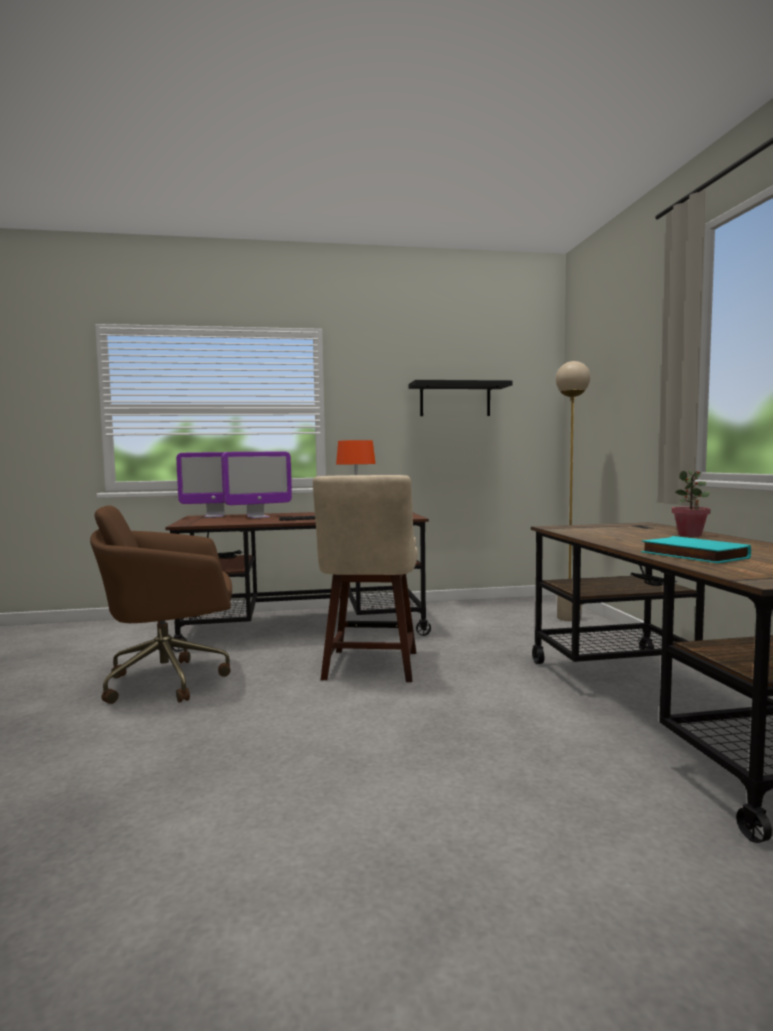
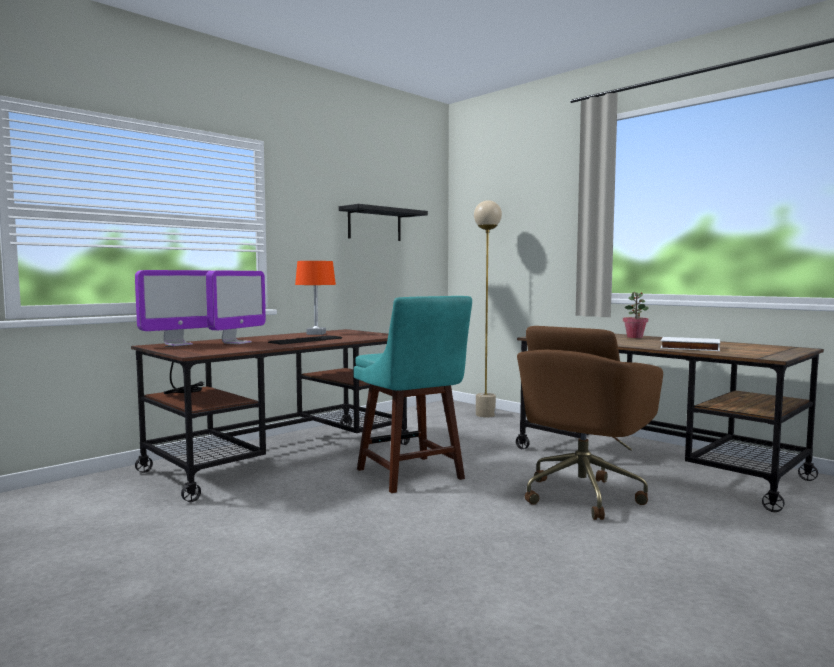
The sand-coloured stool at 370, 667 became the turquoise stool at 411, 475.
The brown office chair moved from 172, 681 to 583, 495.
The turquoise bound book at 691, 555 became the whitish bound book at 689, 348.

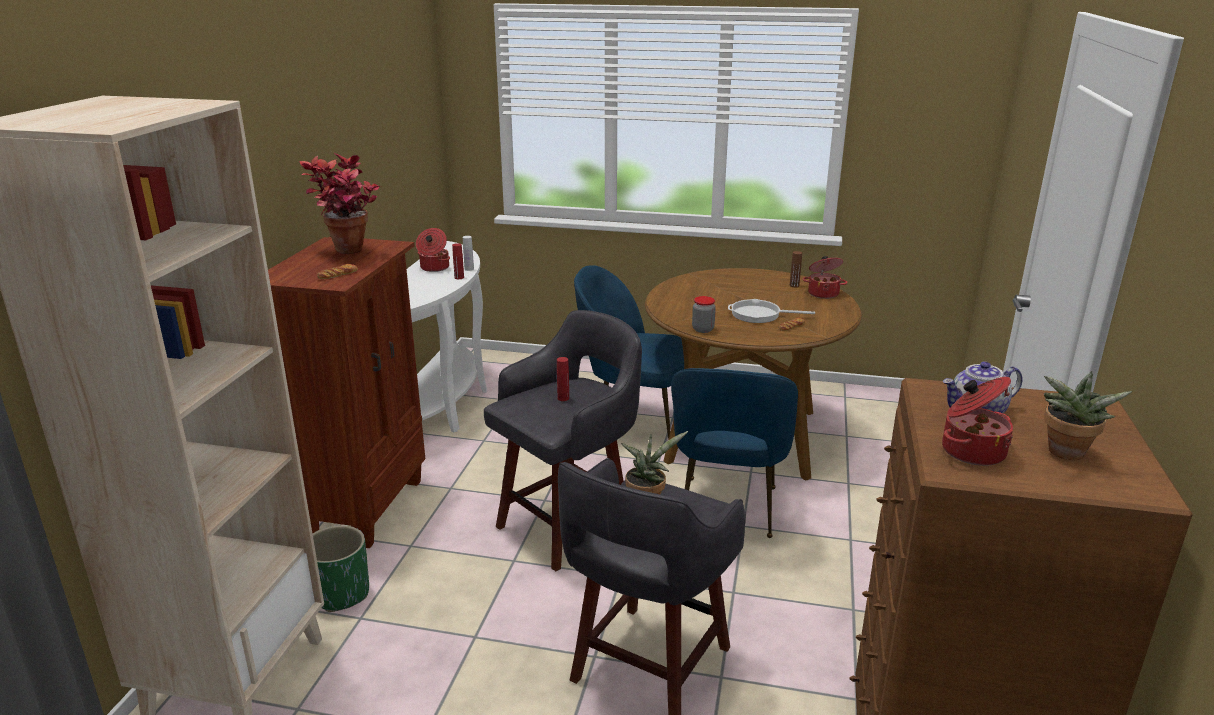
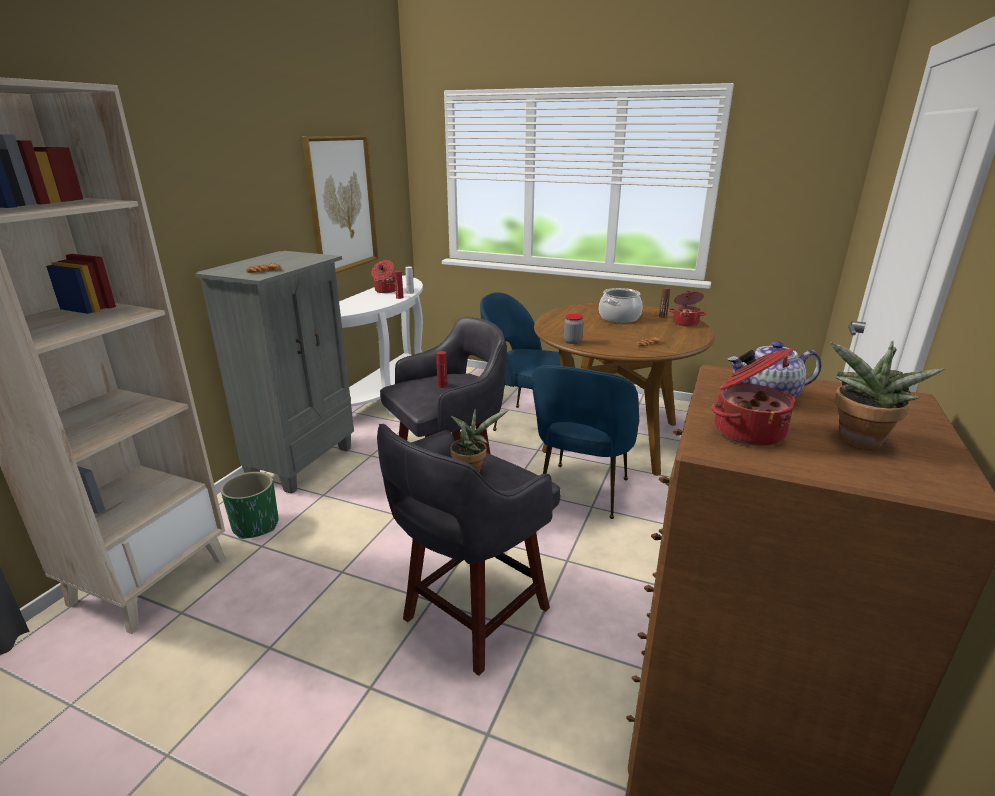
The brown cupboard at 367, 509 became the grey cupboard at 303, 464.
The wall art at 341, 204 appeared.
The stockpot at 619, 318 appeared.
The houseplant at 349, 254 disappeared.
The frying pan at 759, 315 disappeared.

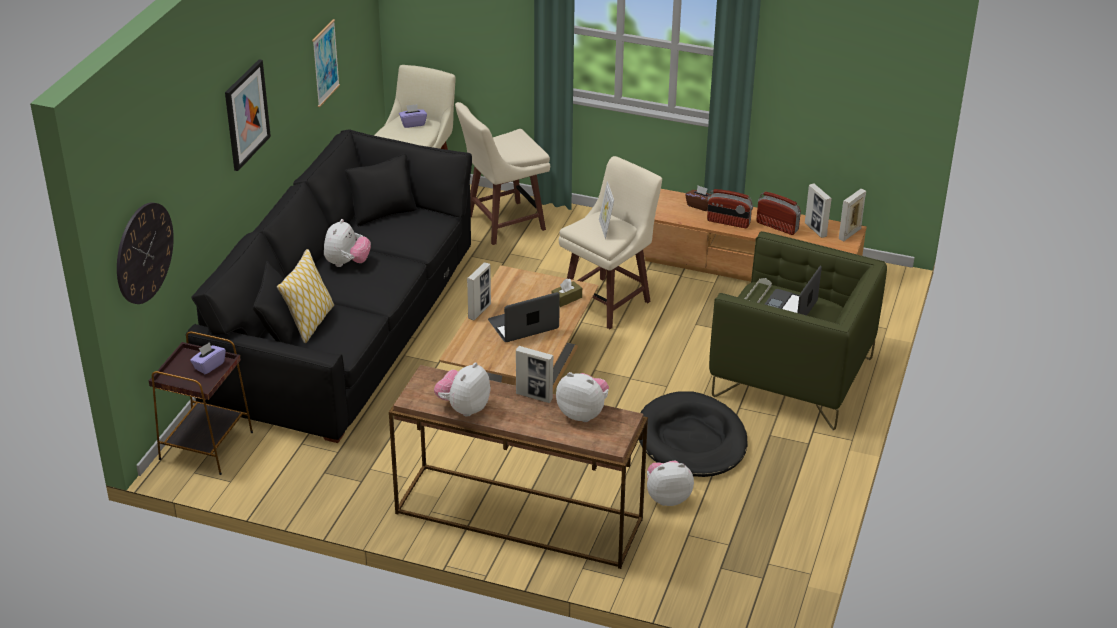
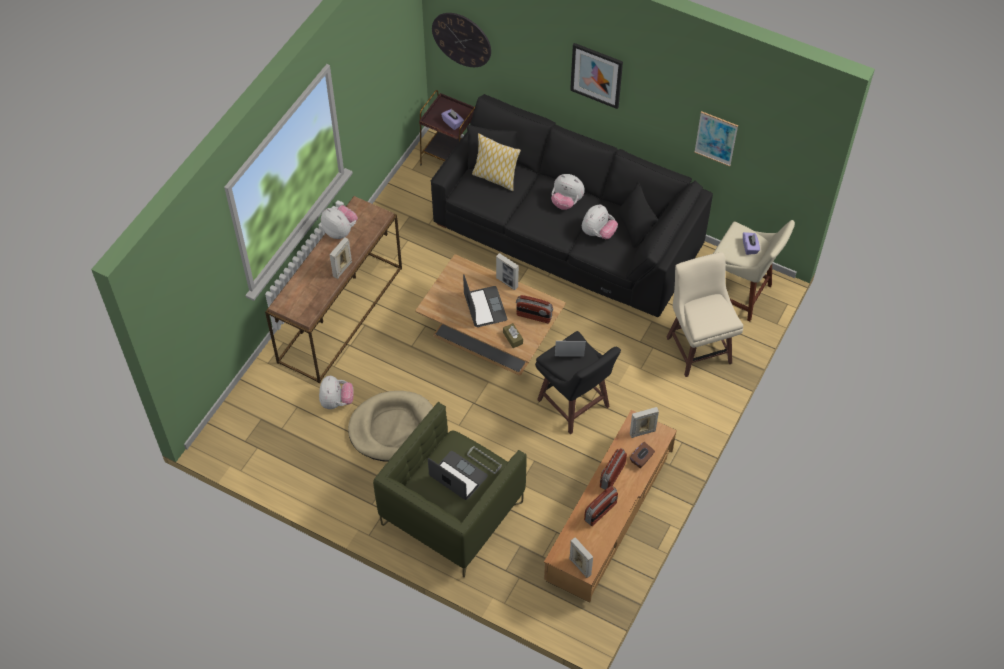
The black-coloured dog bed at 691, 440 became the sand-coloured dog bed at 393, 428.
The radio receiver at 534, 316 appeared.
The sand-coloured stool at 608, 302 became the black-coloured stool at 574, 405.
The cuddly toy moved from 583, 413 to 598, 233.
The photo frame moved from 815, 230 to 642, 432.

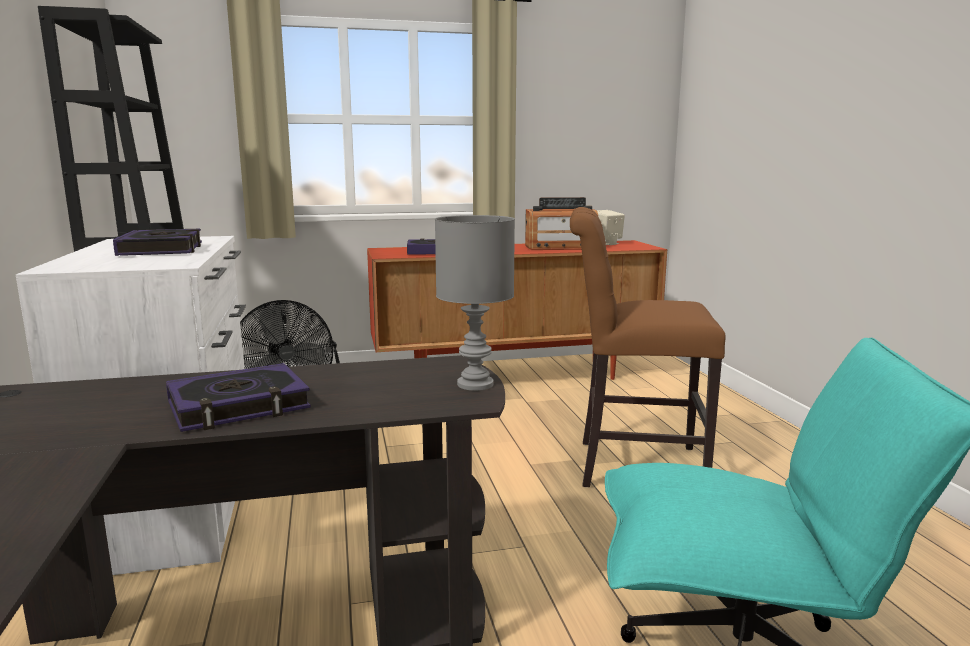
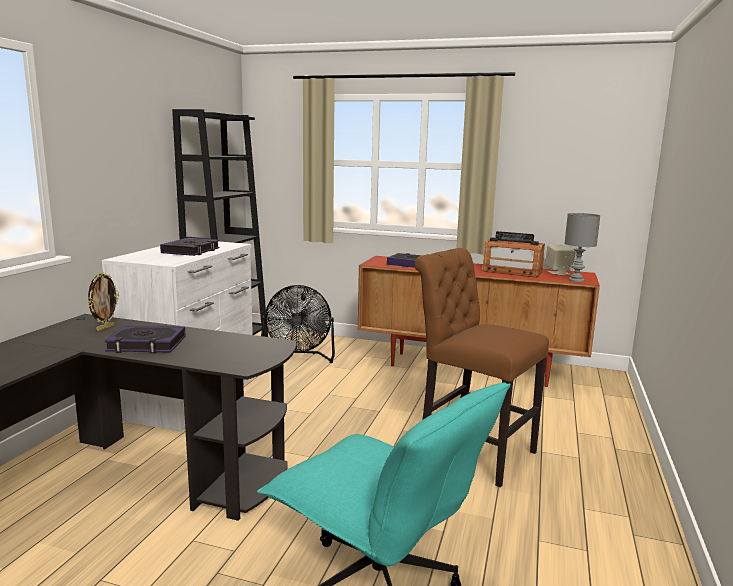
The photo frame at 105, 328 appeared.
The grey lamp for a table moved from 476, 384 to 577, 280.

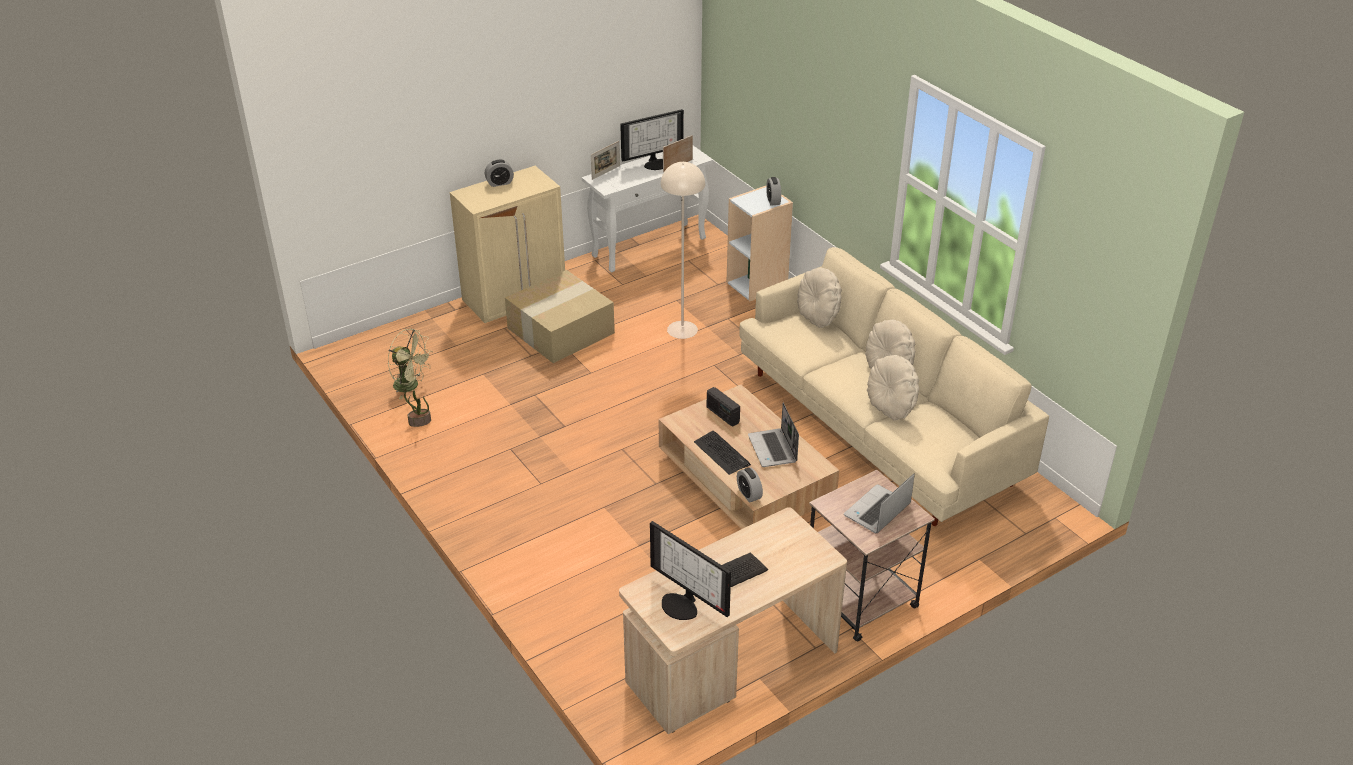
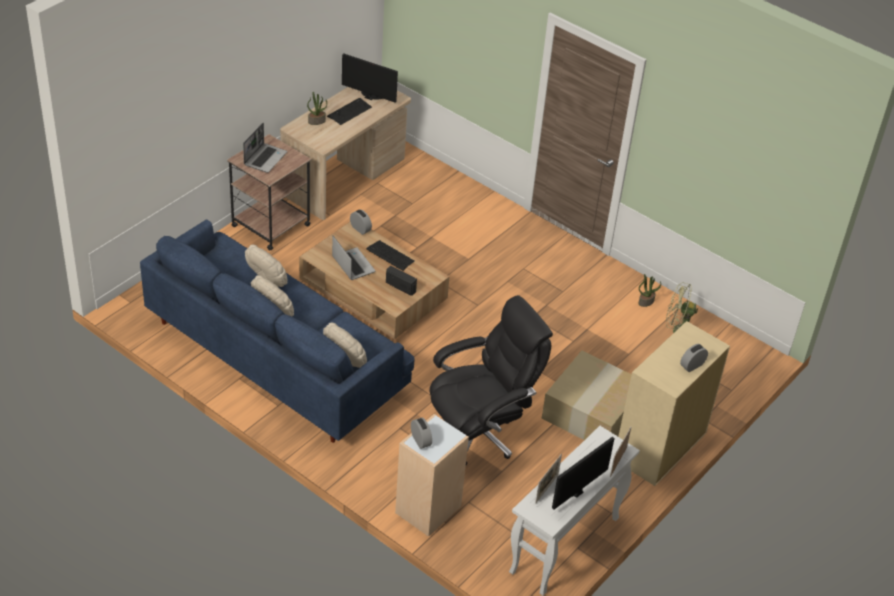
The sand-coloured settee at 877, 428 became the bluish settee at 276, 357.
The houseplant at 317, 121 appeared.
The sand-coloured floor lamp at 682, 329 was replaced by the black-coloured office chair at 480, 434.

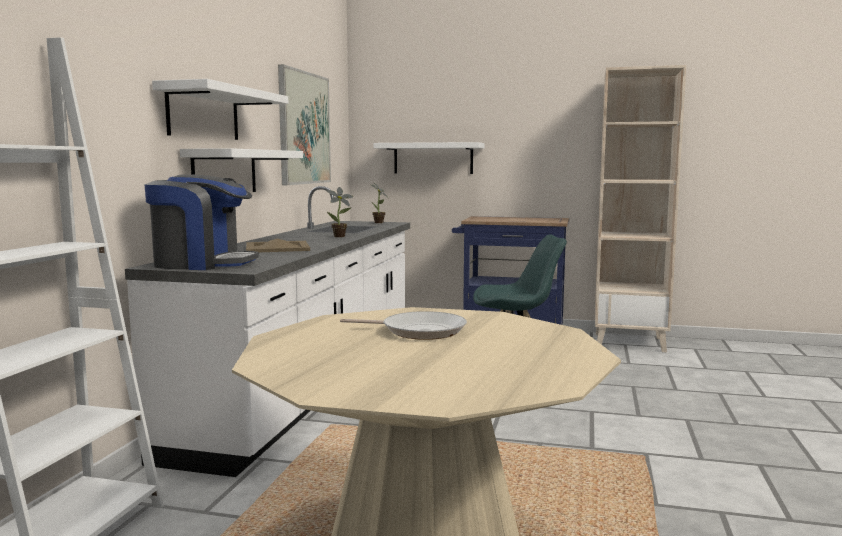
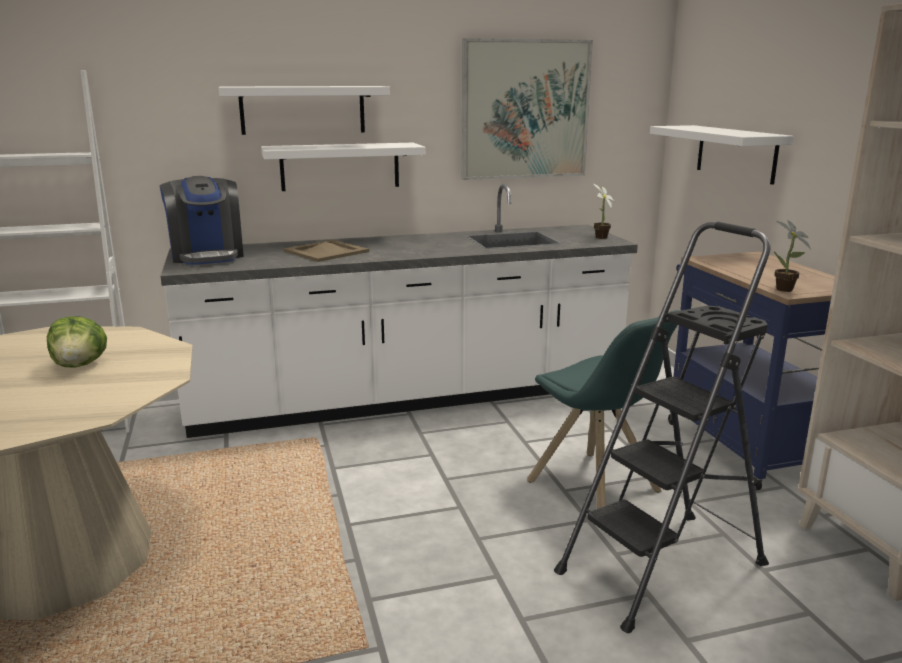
The frying pan at 419, 331 was replaced by the lettuce head at 80, 365.
The step stool at 664, 565 appeared.
The houseplant moved from 341, 236 to 785, 290.

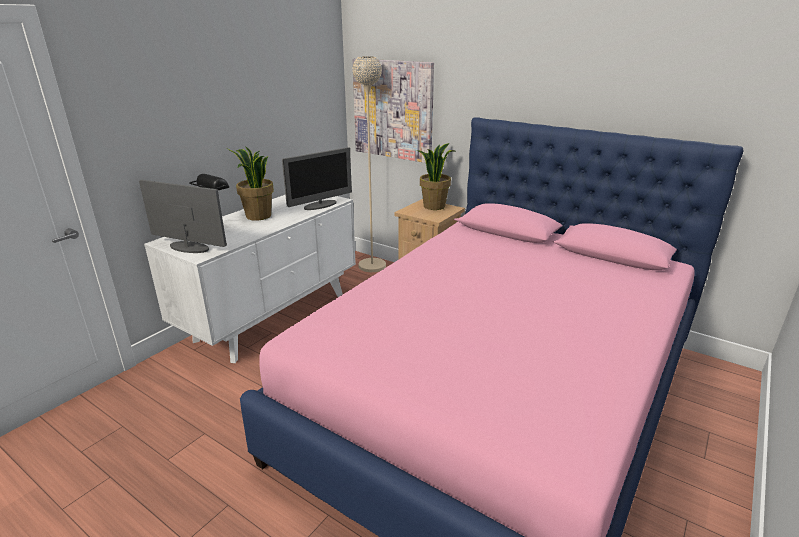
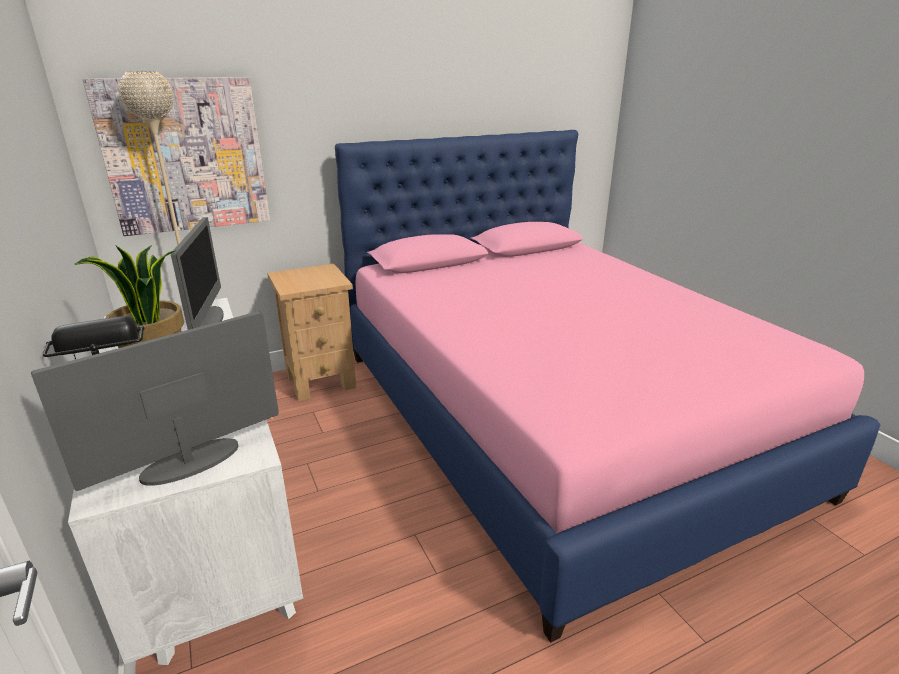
The houseplant at 434, 206 disappeared.

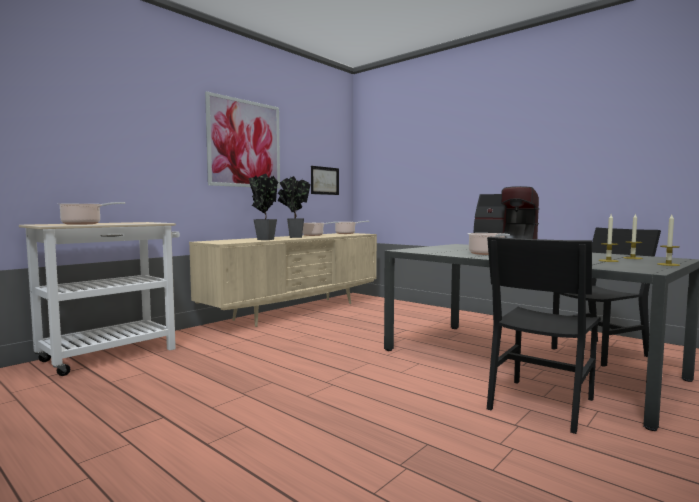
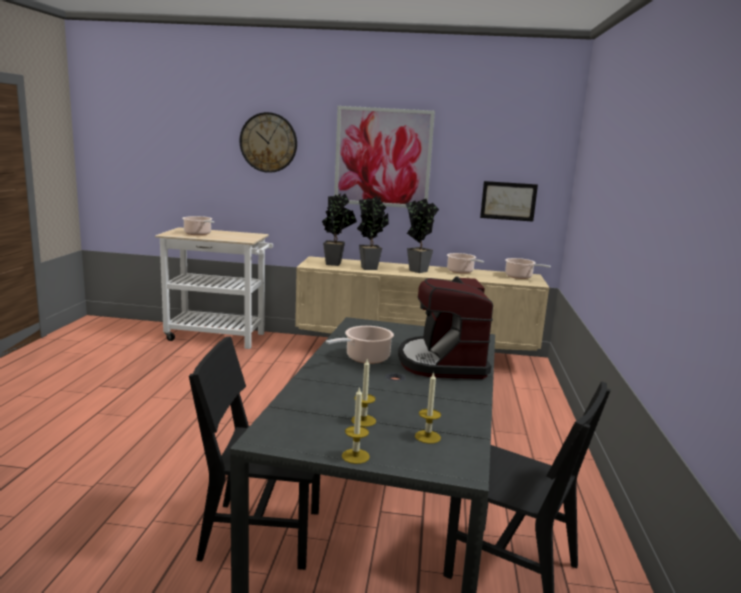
The wall clock at 268, 142 appeared.
The houseplant at 335, 263 appeared.

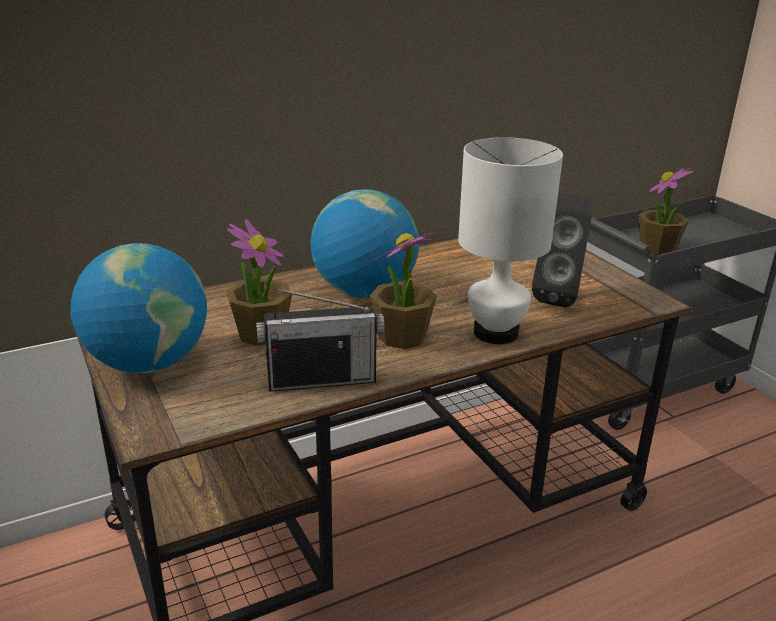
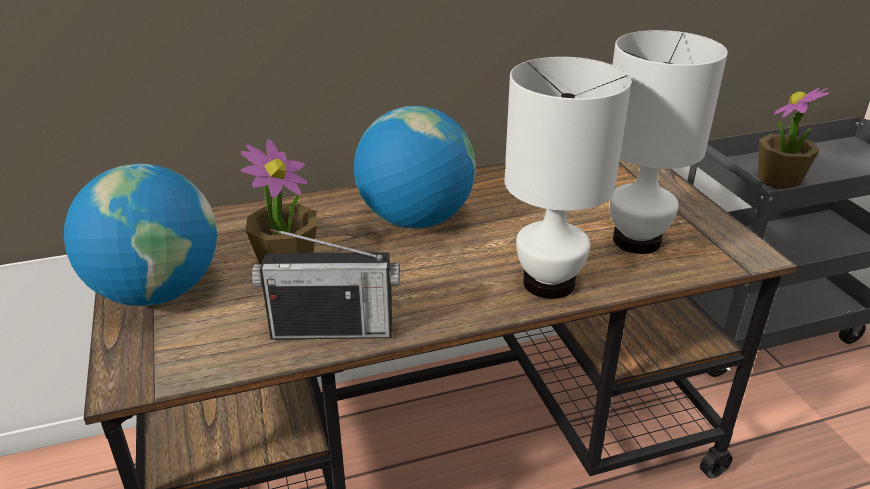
The black-coloured speaker at 559, 296 was replaced by the whitish lamp for a table at 638, 240.
The houseplant at 401, 337 disappeared.

